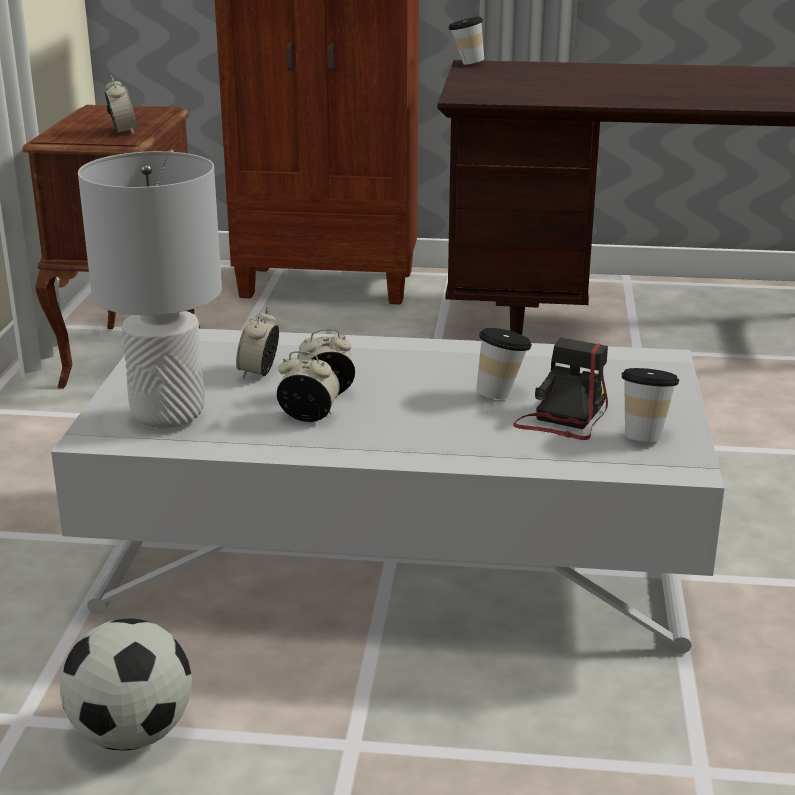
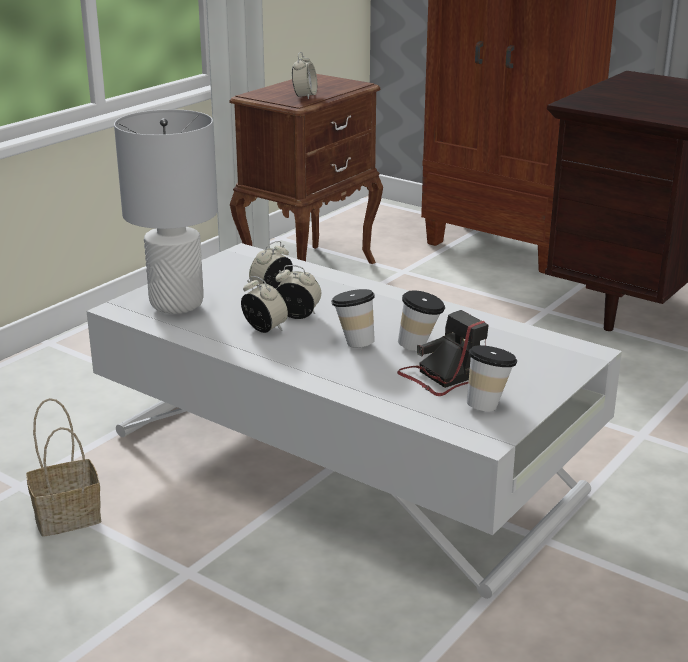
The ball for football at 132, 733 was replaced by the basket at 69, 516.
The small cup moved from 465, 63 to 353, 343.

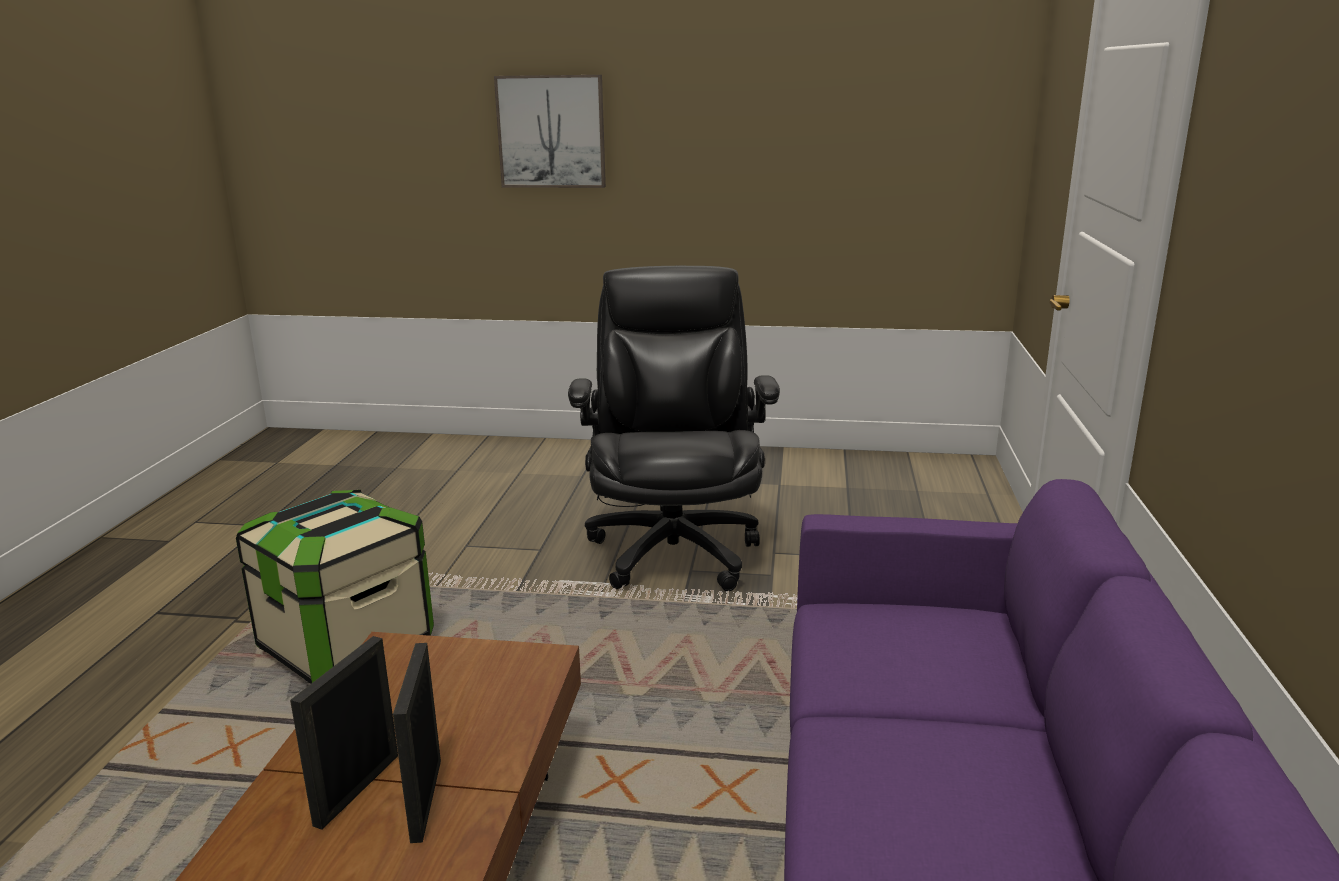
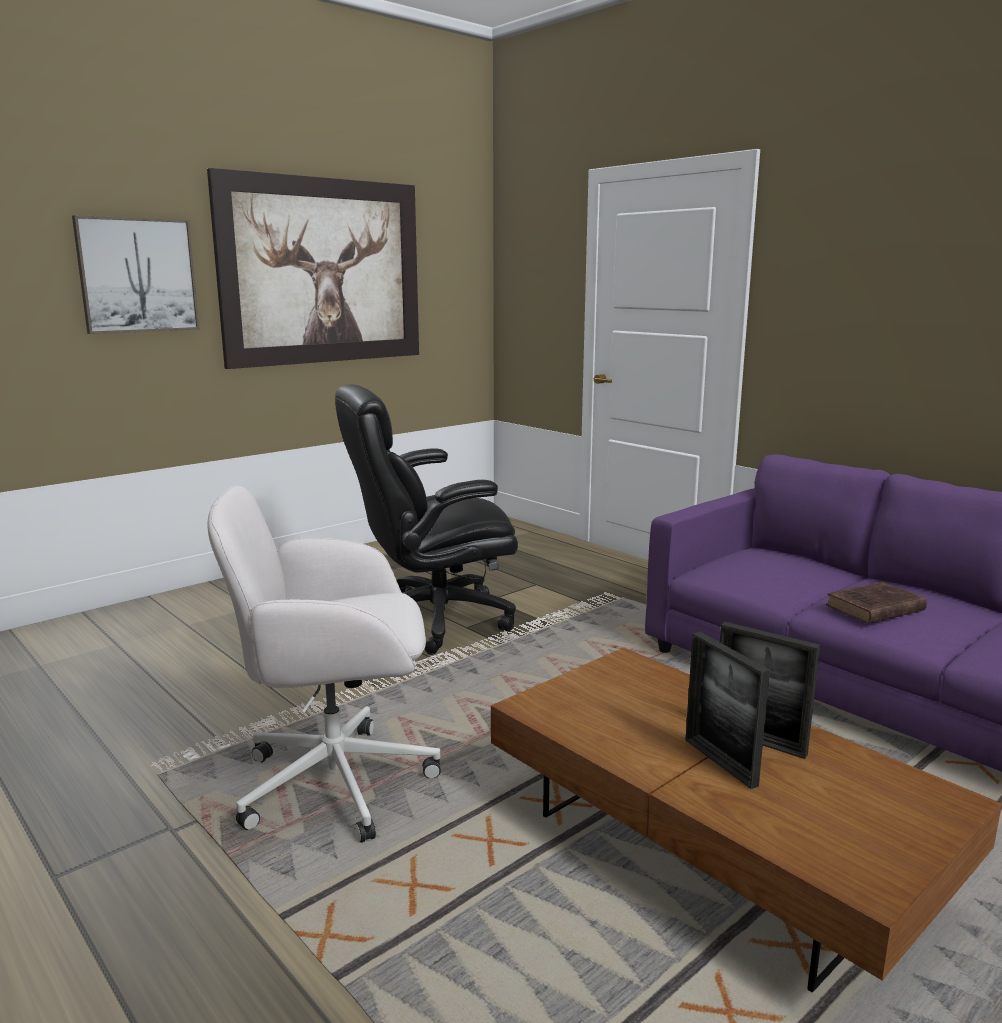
The wall art at 323, 272 appeared.
The storage box at 348, 646 was replaced by the whitish office chair at 336, 783.
The black-coloured office chair at 675, 550 turned 60 degrees counterclockwise.
The brown bound book at 873, 608 appeared.

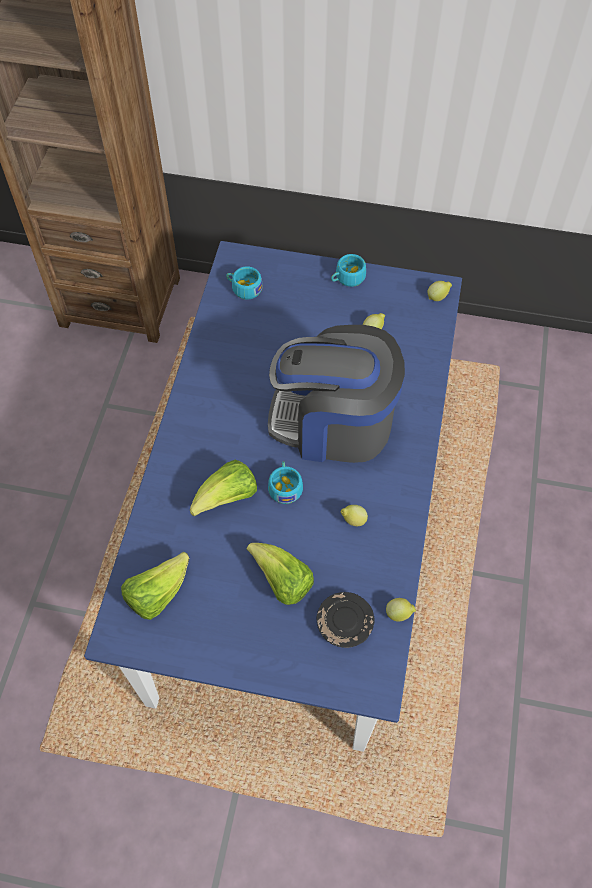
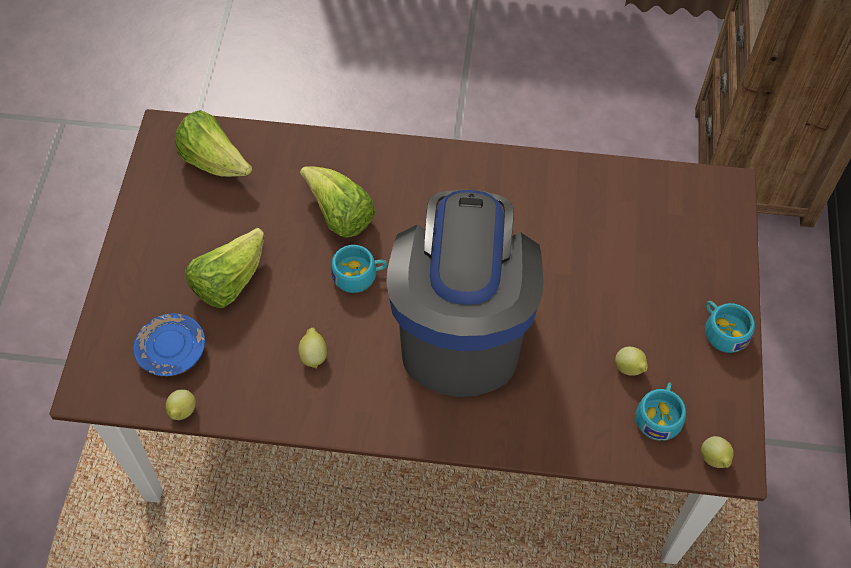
The bluish dining table at 297, 538 became the brown dining table at 423, 407.
The black-coloured dinner plate at 345, 624 became the bluish dinner plate at 172, 352.
The turquoise small cup moved from 244, 288 to 659, 416.

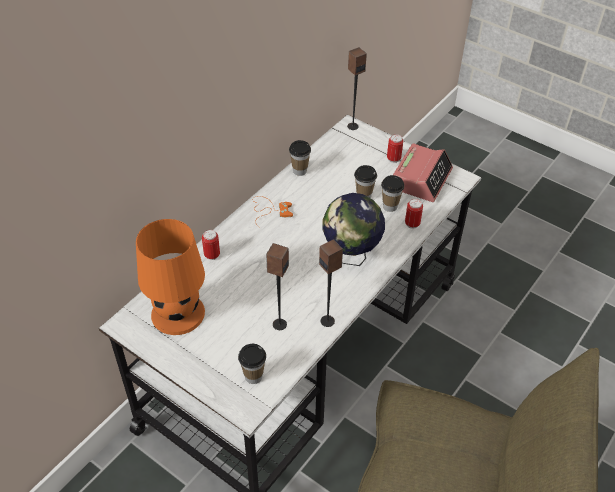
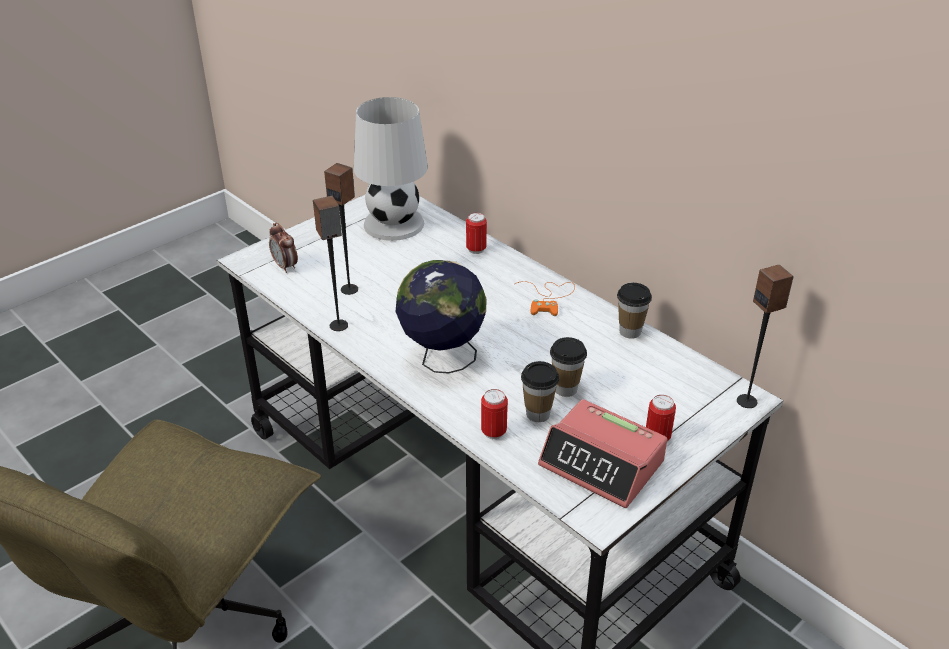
The small cup at 253, 376 was replaced by the bedside clock at 285, 266.
The orange lamp for a table at 178, 312 became the whitish lamp for a table at 394, 224.

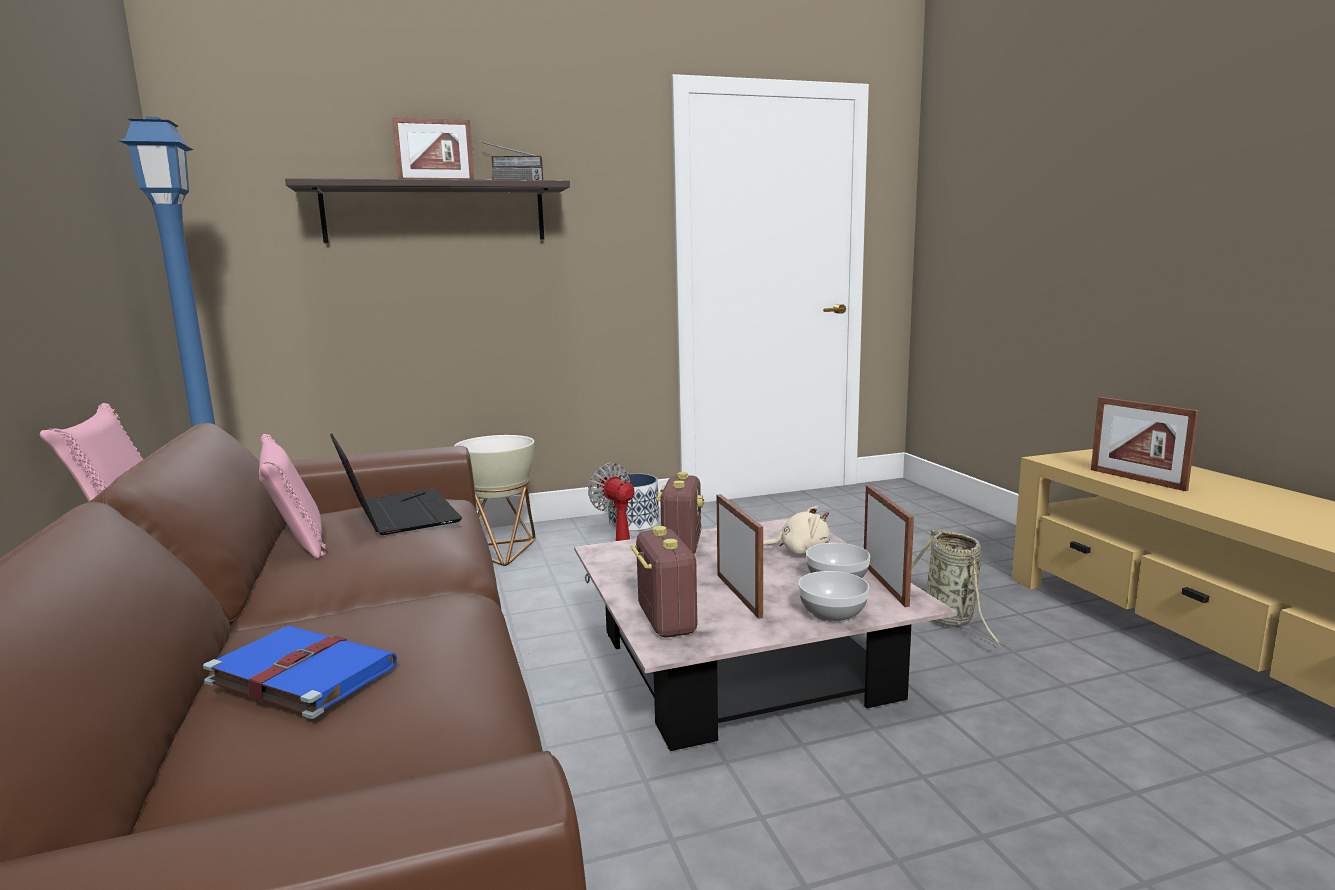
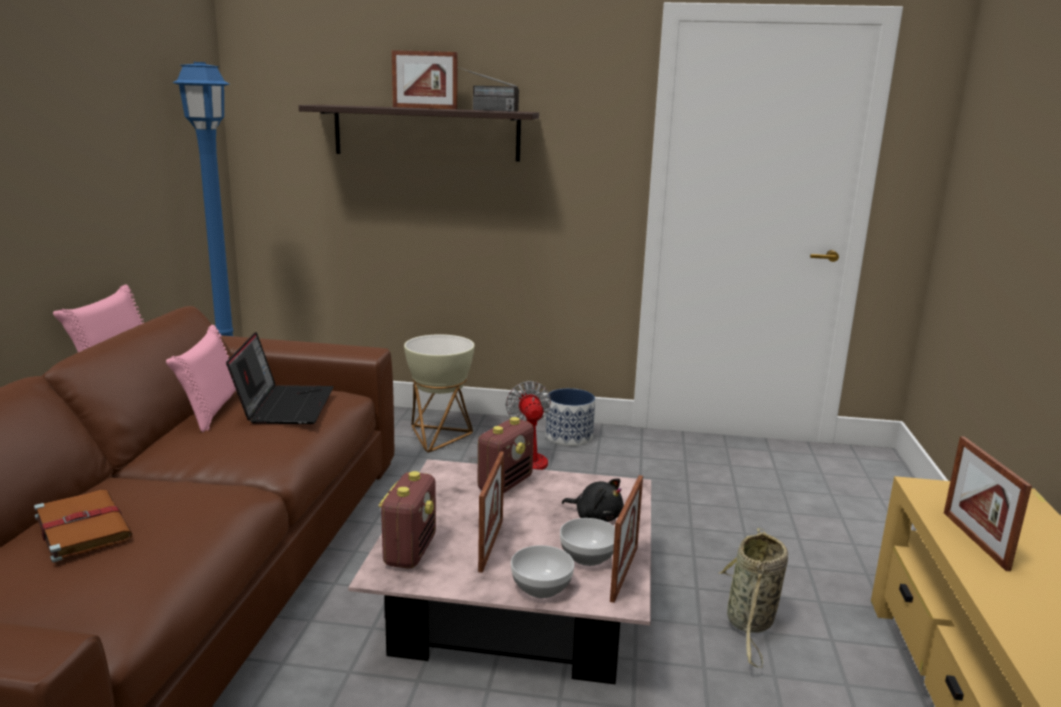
The bluish bound book at 299, 674 became the brown bound book at 82, 527.
The sand-coloured cuddly toy at 800, 552 became the black-coloured cuddly toy at 596, 517.

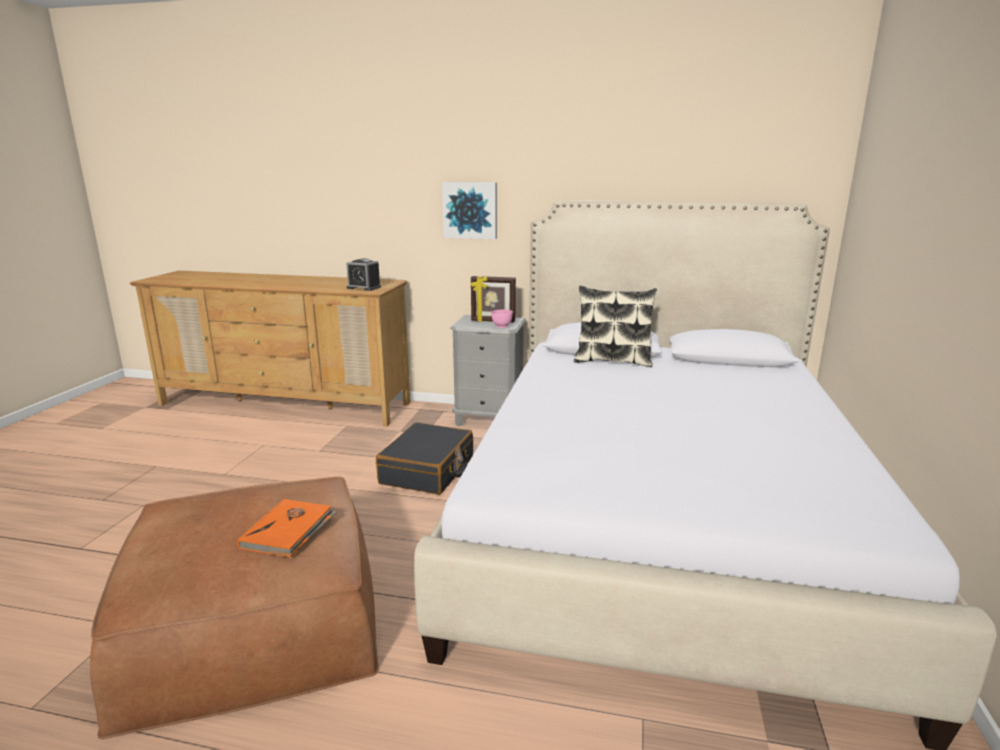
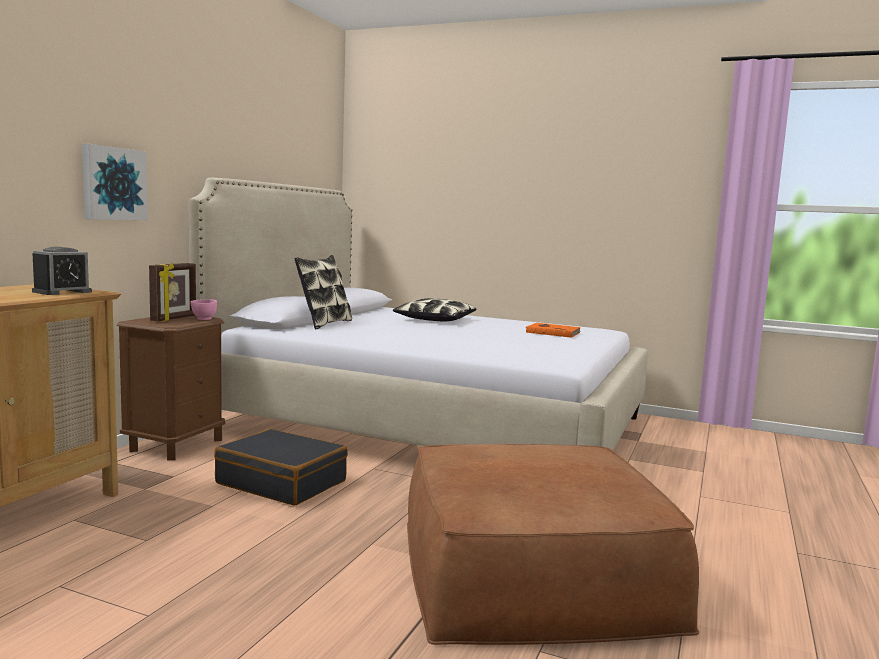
The grey nightstand at 489, 419 became the brown nightstand at 176, 445.
The throw pillow at 435, 320 appeared.
The orange bound book moved from 289, 530 to 552, 332.

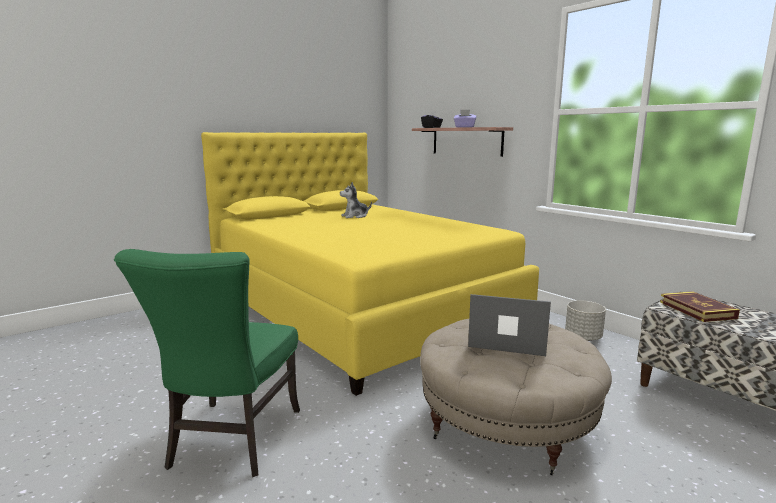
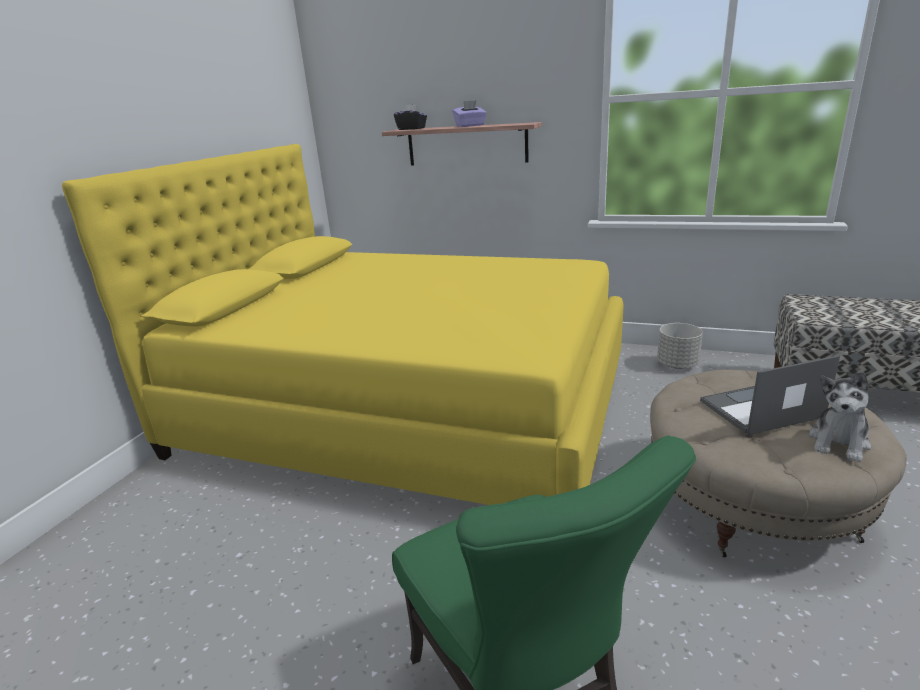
The cuddly toy moved from 355, 216 to 839, 442.
The bound book at 697, 310 disappeared.

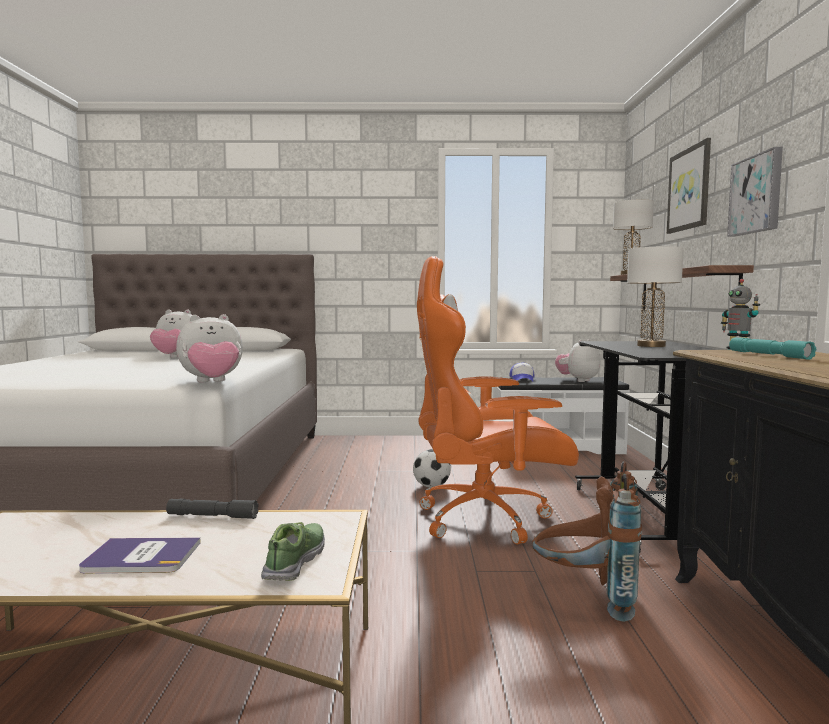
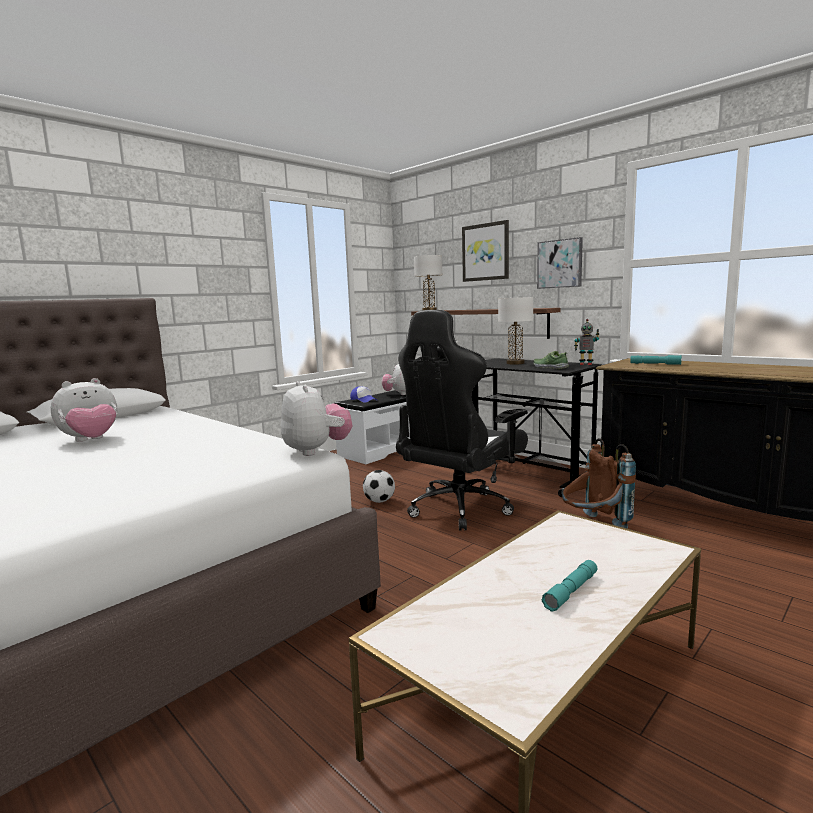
The cuddly toy at 212, 382 turned 45 degrees counterclockwise.
The orange office chair at 491, 519 became the black-coloured office chair at 462, 507.
The shoe moved from 296, 561 to 550, 367.
The bound book at 141, 557 was replaced by the turquoise hand torch at 571, 591.
The grey hand torch at 212, 516 disappeared.

